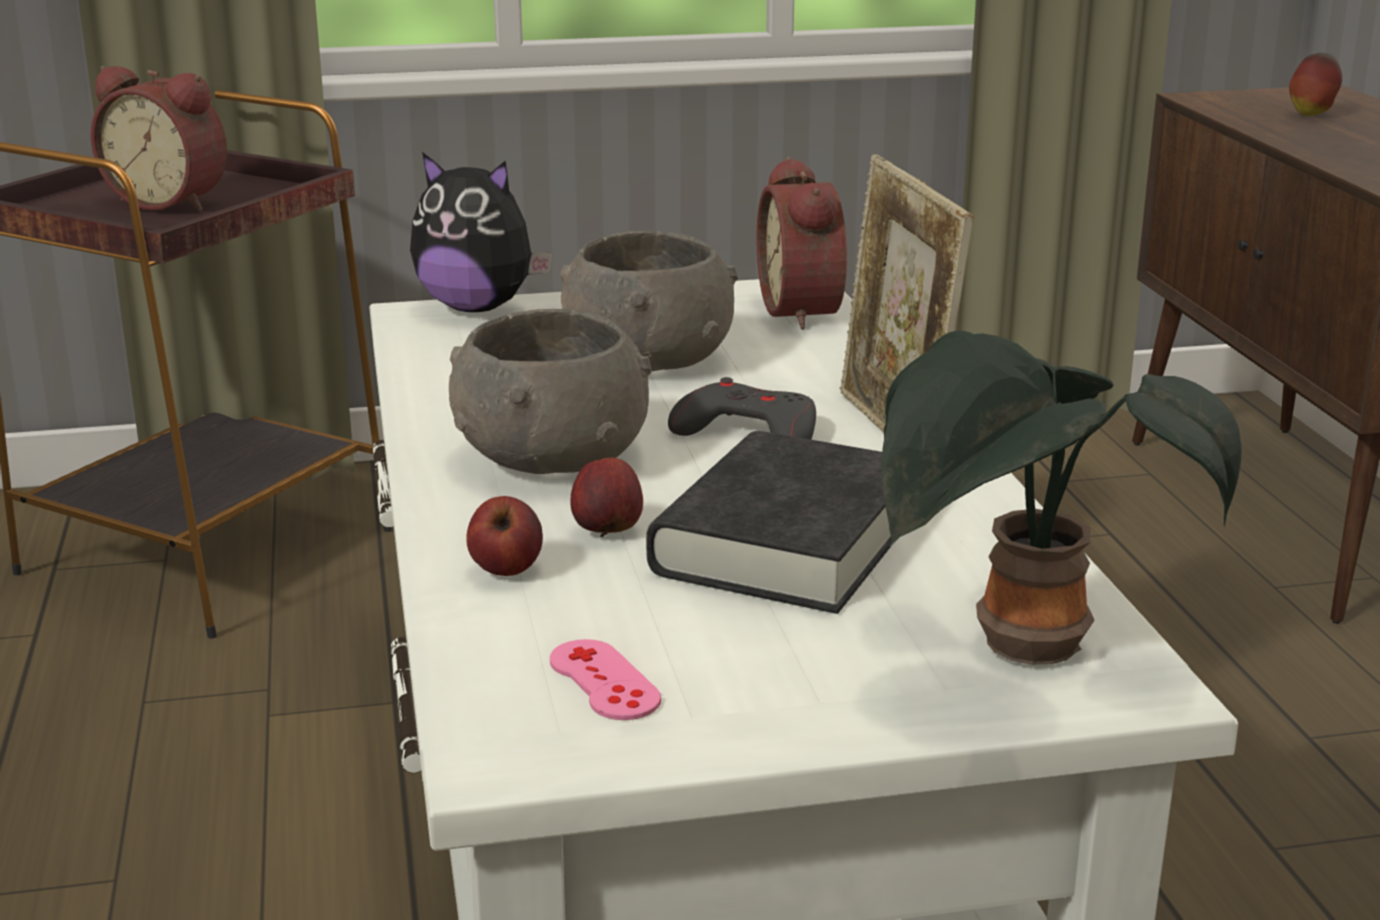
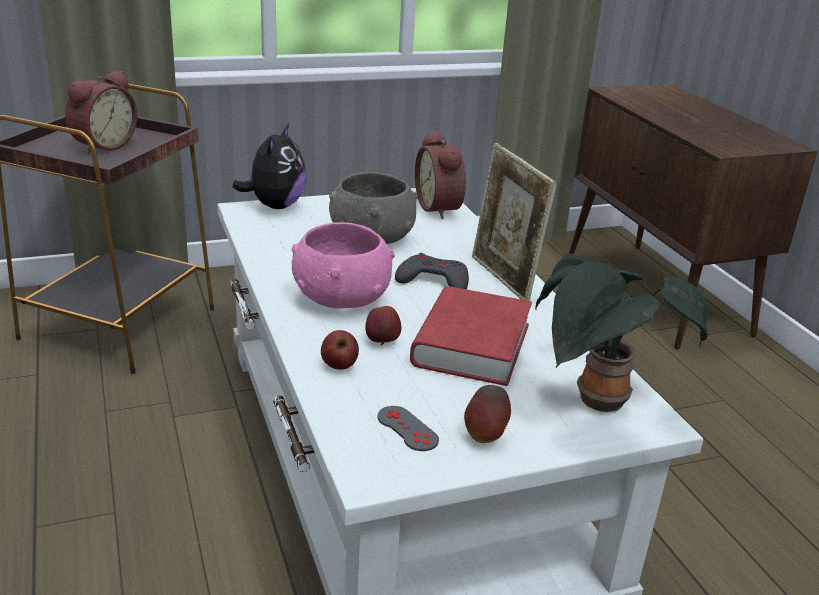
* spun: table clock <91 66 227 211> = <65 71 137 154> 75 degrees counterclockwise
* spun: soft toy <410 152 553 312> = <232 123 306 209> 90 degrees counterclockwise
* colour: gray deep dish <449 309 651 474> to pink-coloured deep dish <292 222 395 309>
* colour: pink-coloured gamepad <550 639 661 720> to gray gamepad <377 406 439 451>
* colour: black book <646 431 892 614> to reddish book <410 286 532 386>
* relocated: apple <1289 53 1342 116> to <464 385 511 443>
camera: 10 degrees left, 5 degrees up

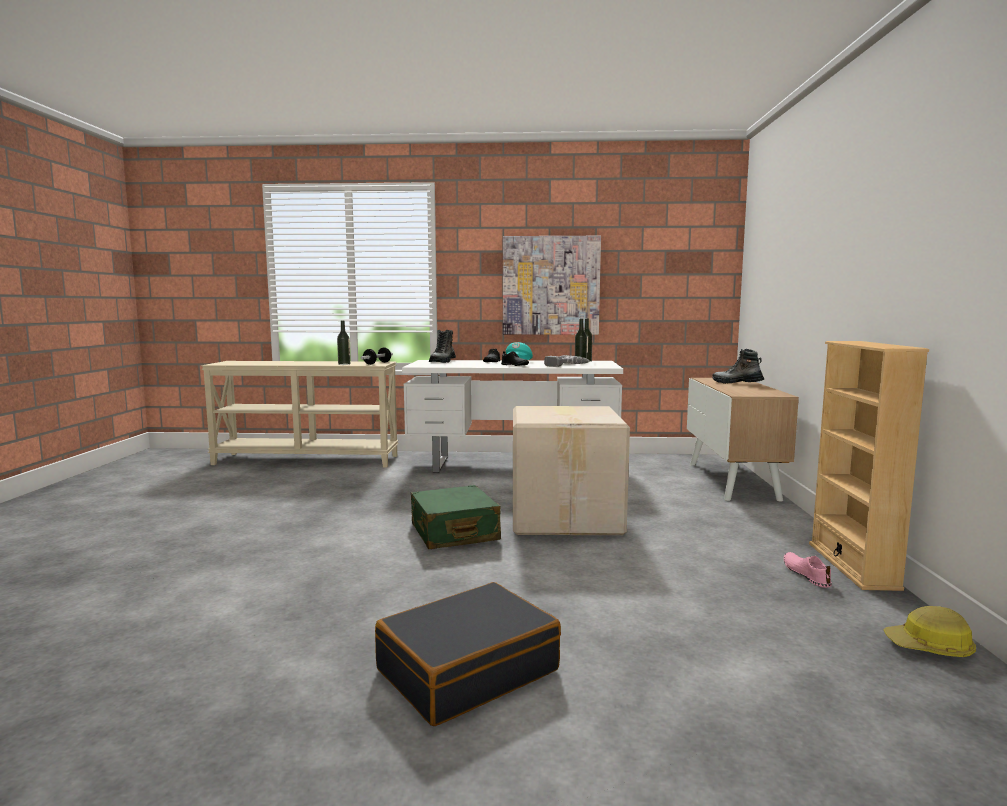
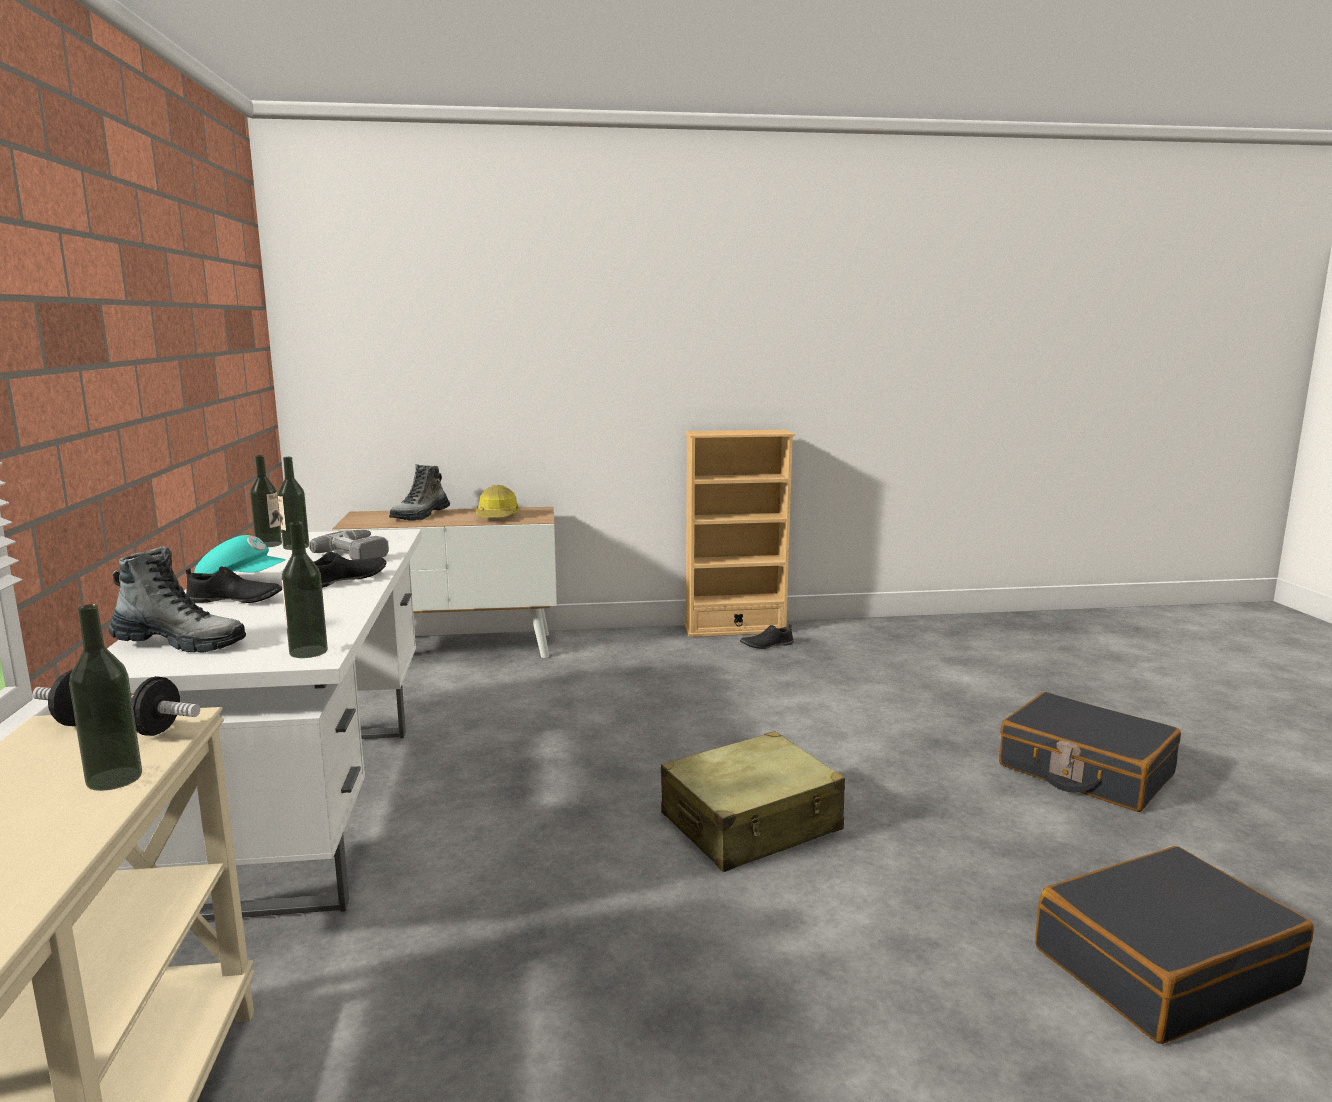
* appeared: drink bottle <281 522 328 658>
* relocated: hard hat <883 606 976 657> to <476 485 520 518>
* colour: greenish travel case <411 485 501 549> to beige travel case <661 731 845 872>
* colour: pink-coloured shoe <784 552 832 588> to black shoe <740 624 794 649>
* appeared: black travel case <1035 846 1314 1044>
* missing: wall art <503 236 601 335>
* missing: cardboard box <513 406 630 535>
camera: 100 degrees left, 5 degrees up

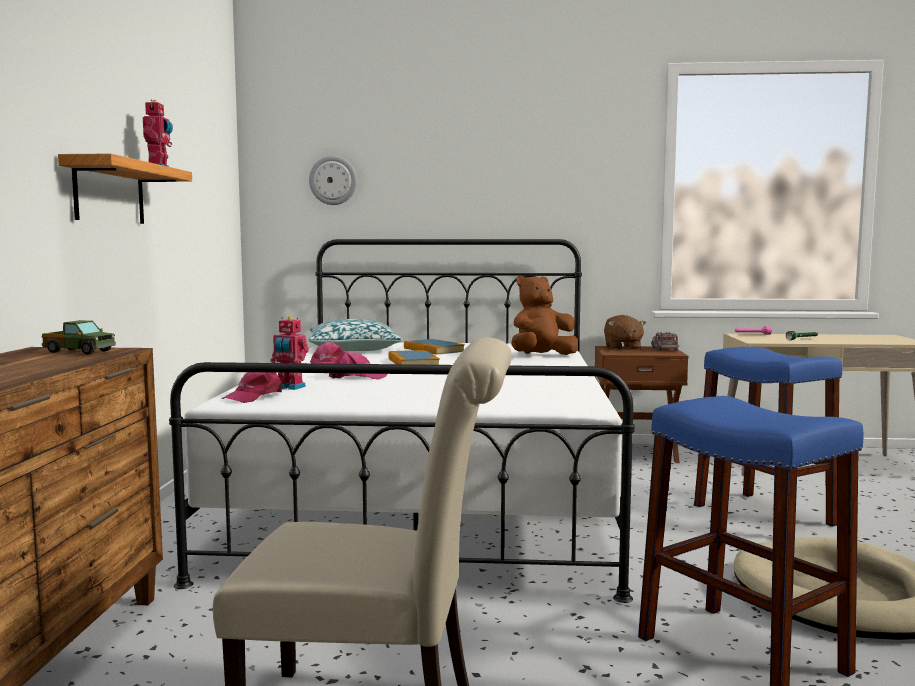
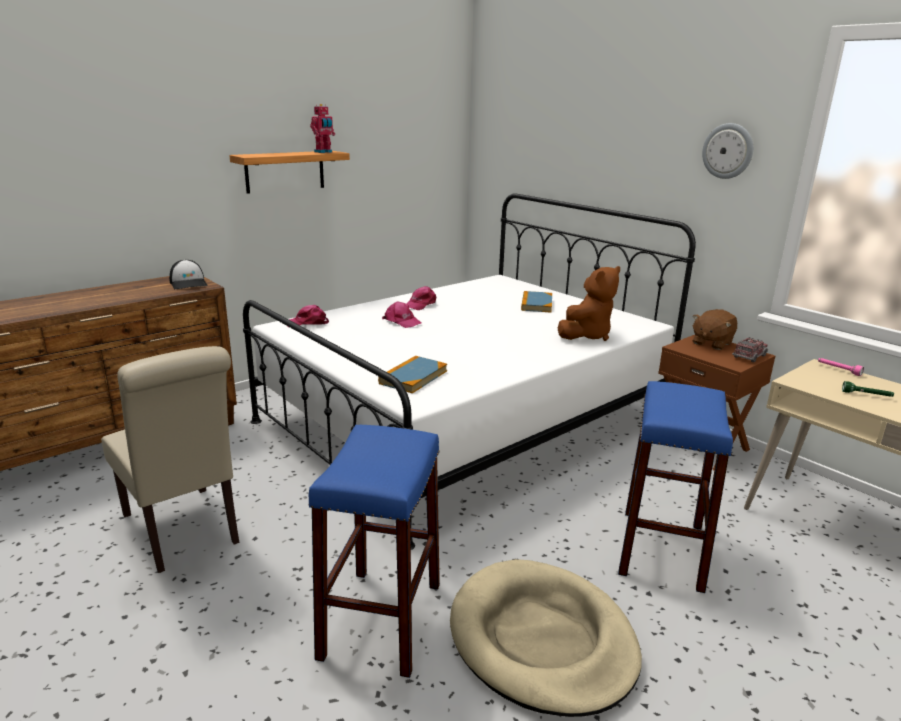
* exchanged: toy truck <42 320 116 355> to cap <169 259 208 289>
* relocated: book <388 350 440 365> to <378 356 447 393>
* spun: brown-coloured soft toy <511 275 578 355> = <558 266 620 341> 120 degrees clockwise
* relocated: clock on the wall <309 156 357 205> to <702 123 753 179>
* missing: model robot <270 316 309 390>
* missing: pillow <309 319 402 351>
camera: 45 degrees right, 15 degrees up

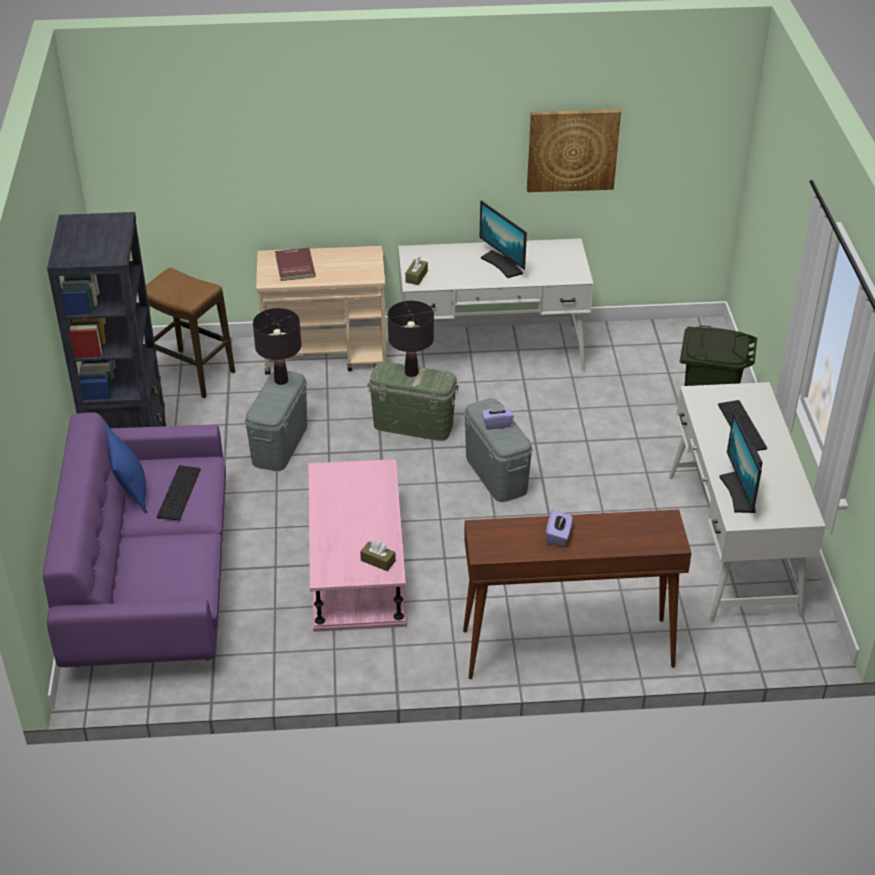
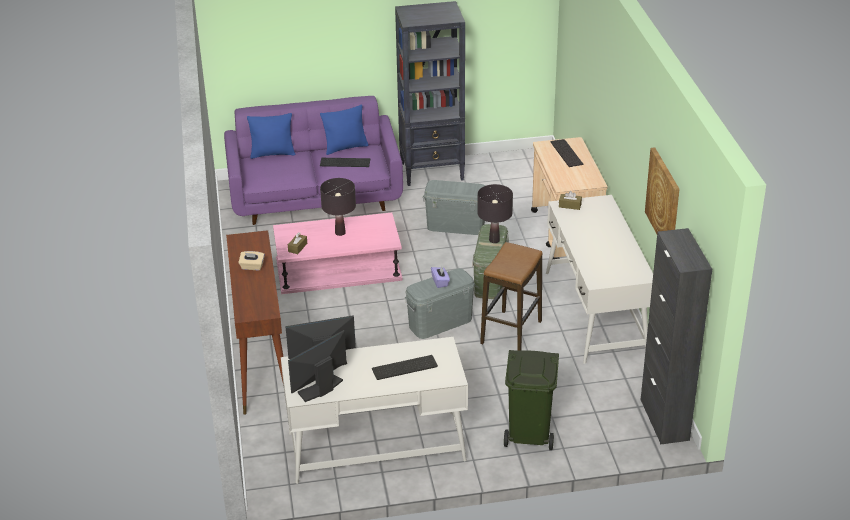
* colour: purplish tissue holder <546 510 572 546> to beige tissue holder <238 251 265 270>
* appeared: blue-coloured pillow <247 113 295 159>
* relocated: monitor <479 200 527 278> to <288 330 347 402>
* relocated: black table lamp <253 308 301 385> to <320 178 356 236>
* relocated: stool seat <144 267 235 399> to <480 242 542 350>
* exchanged: reddish book <275 248 316 281> to keyboard <550 139 583 167>
* appeared: black cabinet <641 228 712 445>
camera: 85 degrees right, 5 degrees down

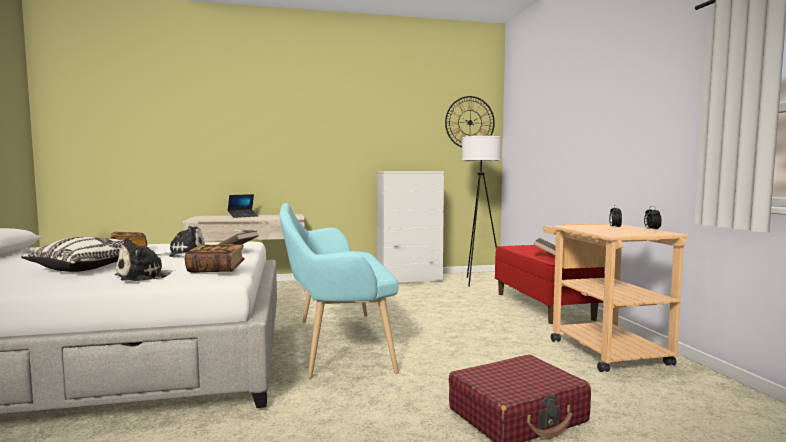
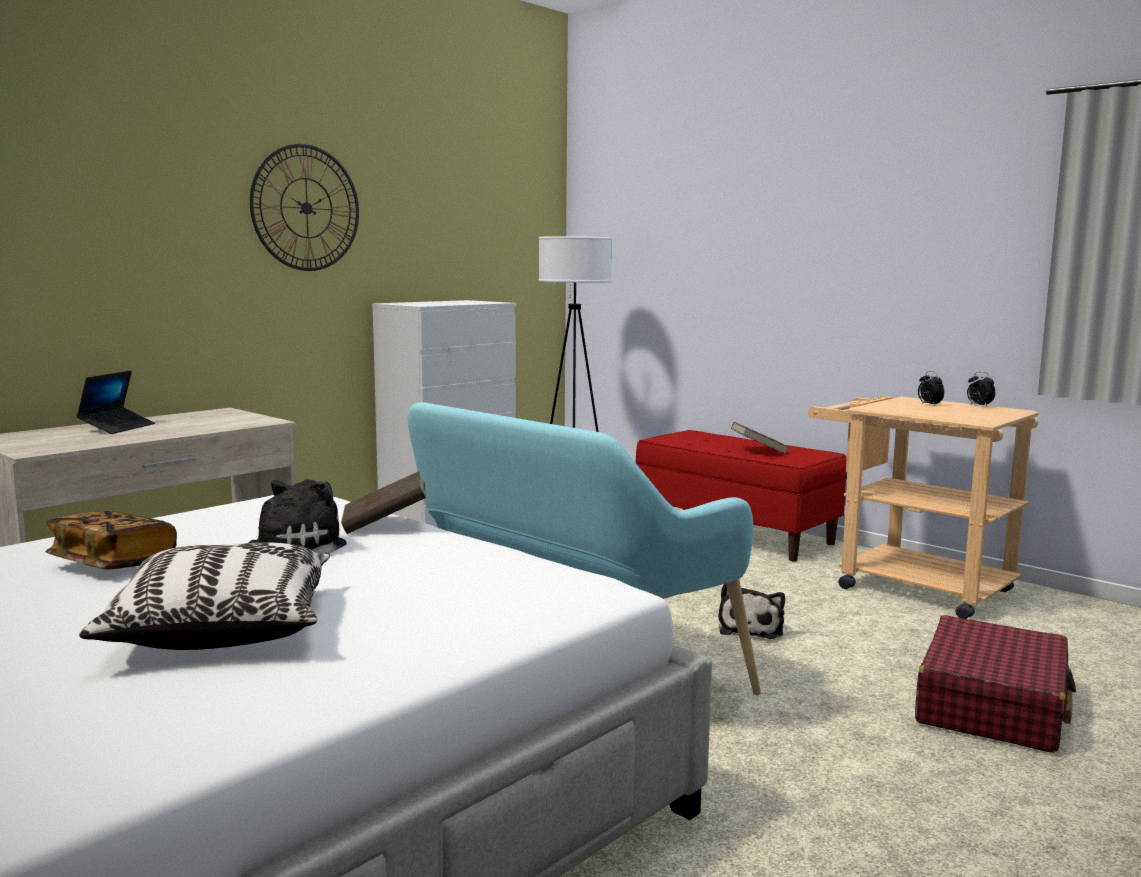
* relocated: clock on the wall <445 96 495 148> to <250 144 359 271>
* relocated: soft toy <115 237 176 281> to <718 583 785 639>
* missing: book <185 244 245 273>
camera: 35 degrees left, 5 degrees up

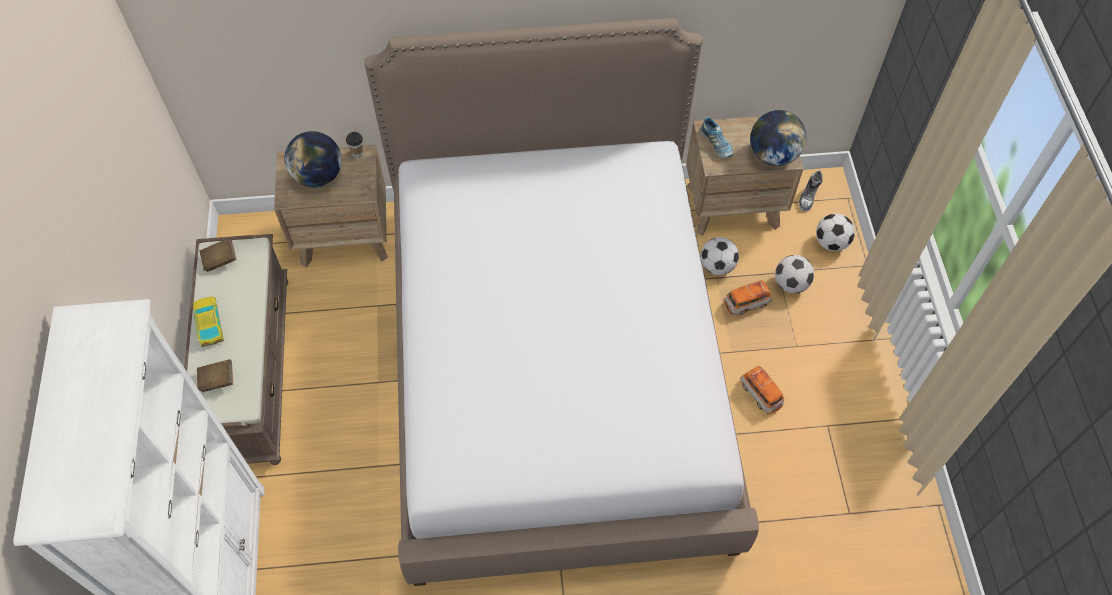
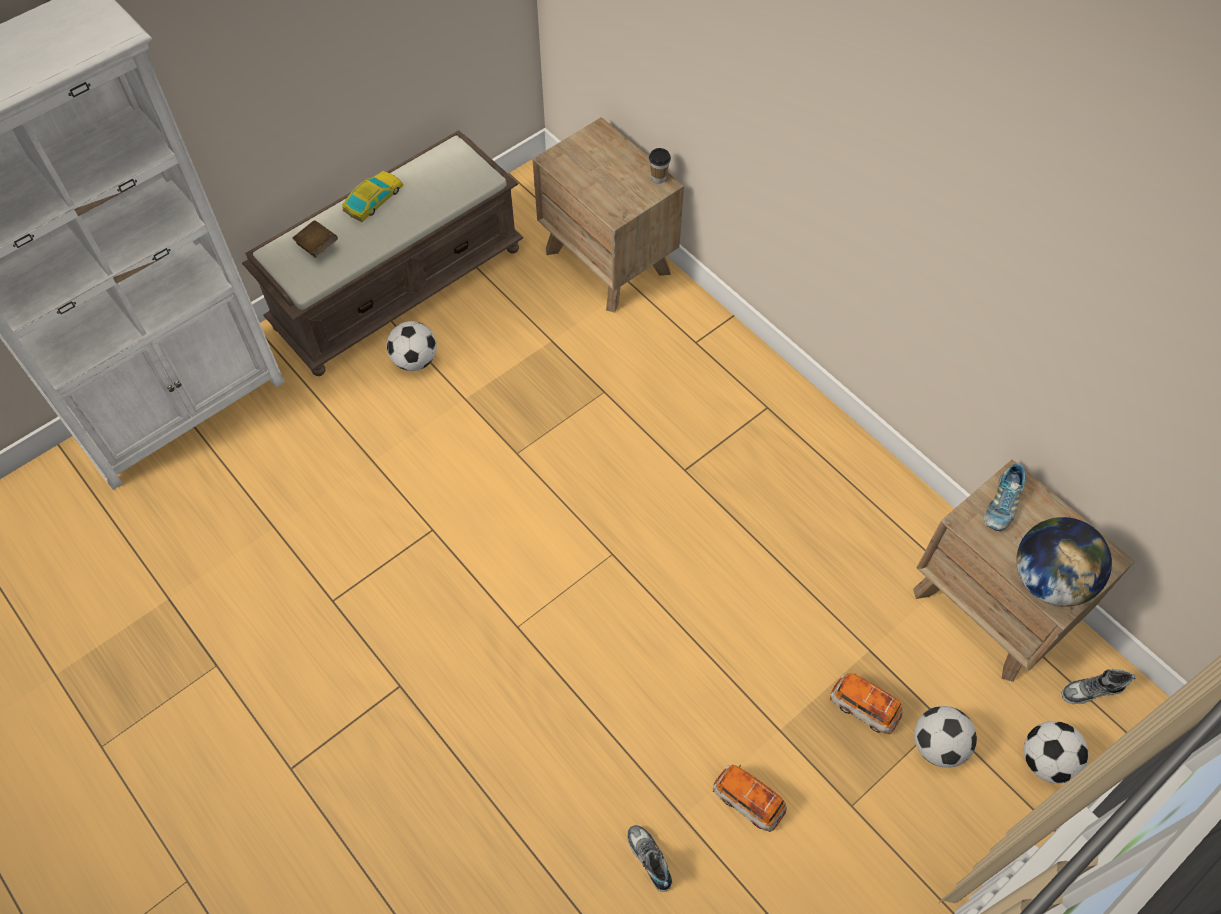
* relocated: football ball <701 237 739 275> to <387 321 437 371>
* appeared: shoe <627 825 672 892>
* spun: toy car <740 366 784 414> = <713 764 787 832> 105 degrees clockwise
* missing: brown-coloured book <199 238 236 272>
* missing: desk globe <284 131 342 187>
* missing: sleeping bed <364 18 759 586>
camera: 55 degrees right, 0 degrees up

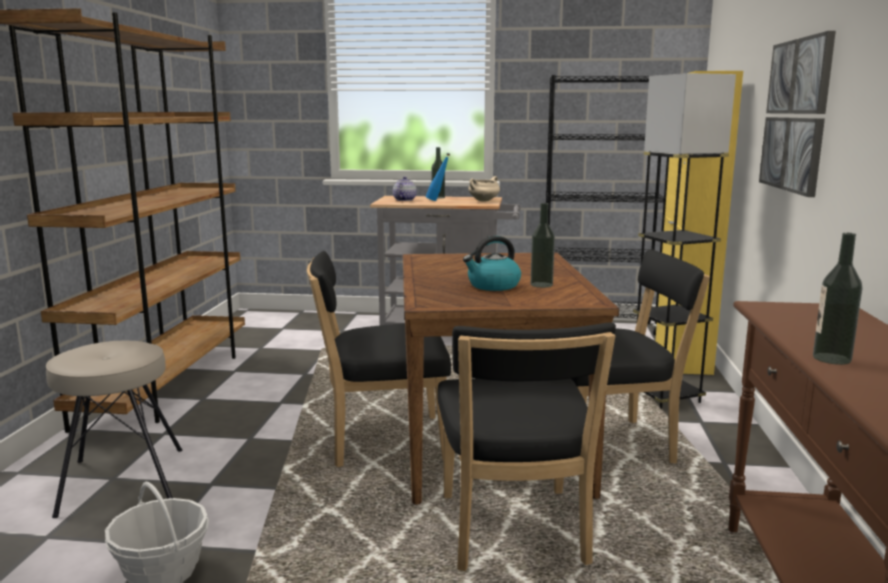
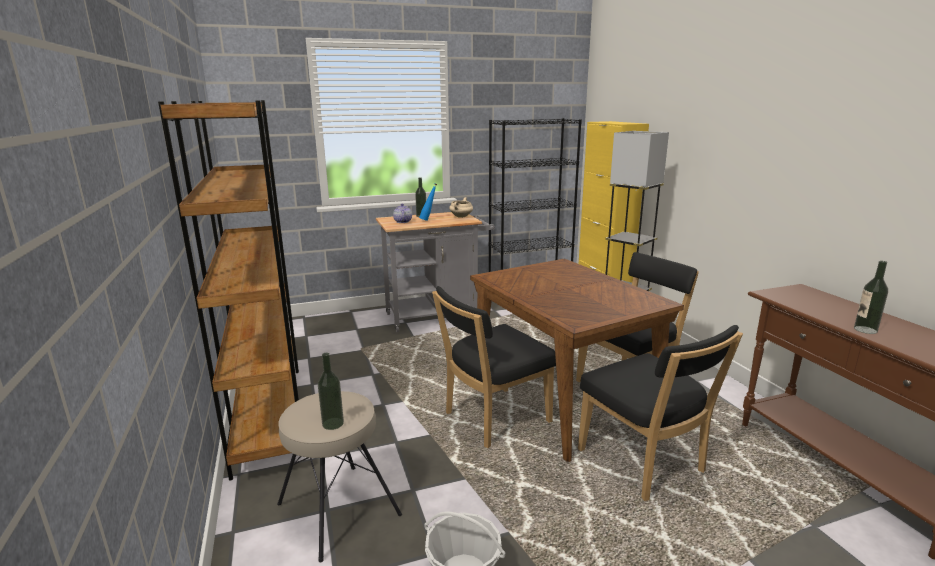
* relocated: drink bottle <530 203 555 288> to <318 353 344 430>
* missing: tea kettle <463 236 521 291>
* missing: wall art <759 31 836 197>
camera: 25 degrees left, 5 degrees up

